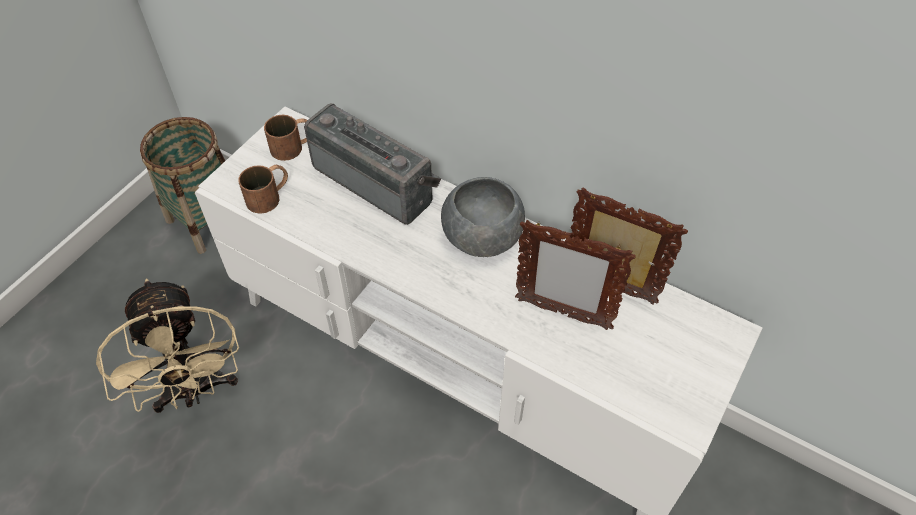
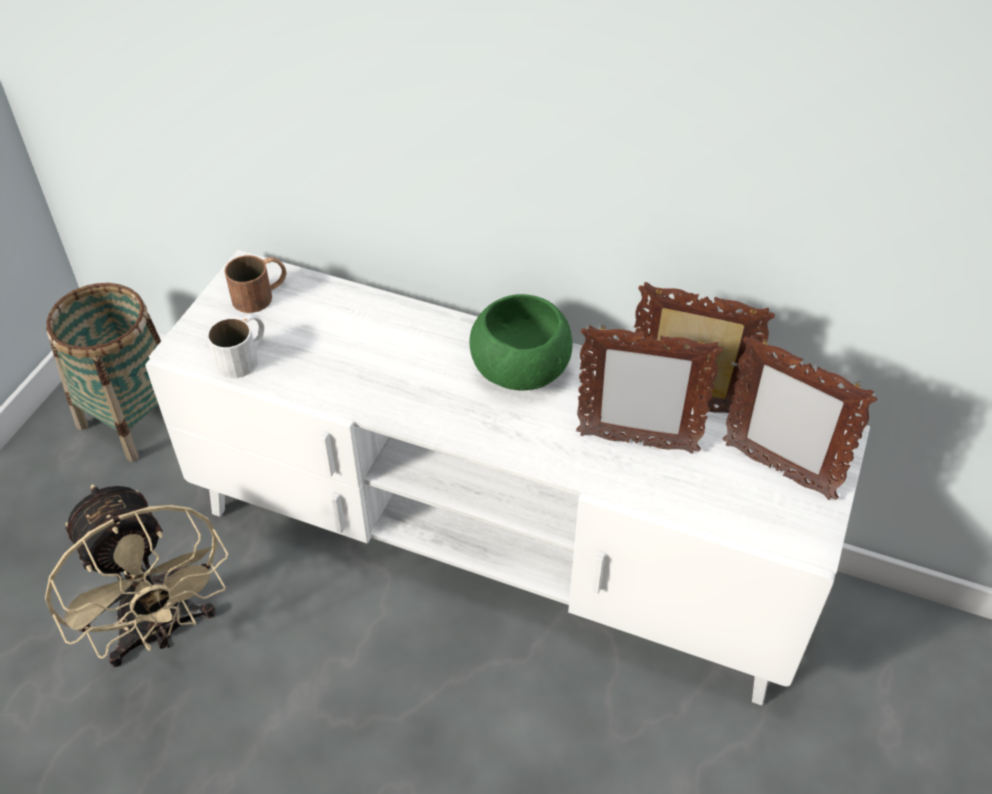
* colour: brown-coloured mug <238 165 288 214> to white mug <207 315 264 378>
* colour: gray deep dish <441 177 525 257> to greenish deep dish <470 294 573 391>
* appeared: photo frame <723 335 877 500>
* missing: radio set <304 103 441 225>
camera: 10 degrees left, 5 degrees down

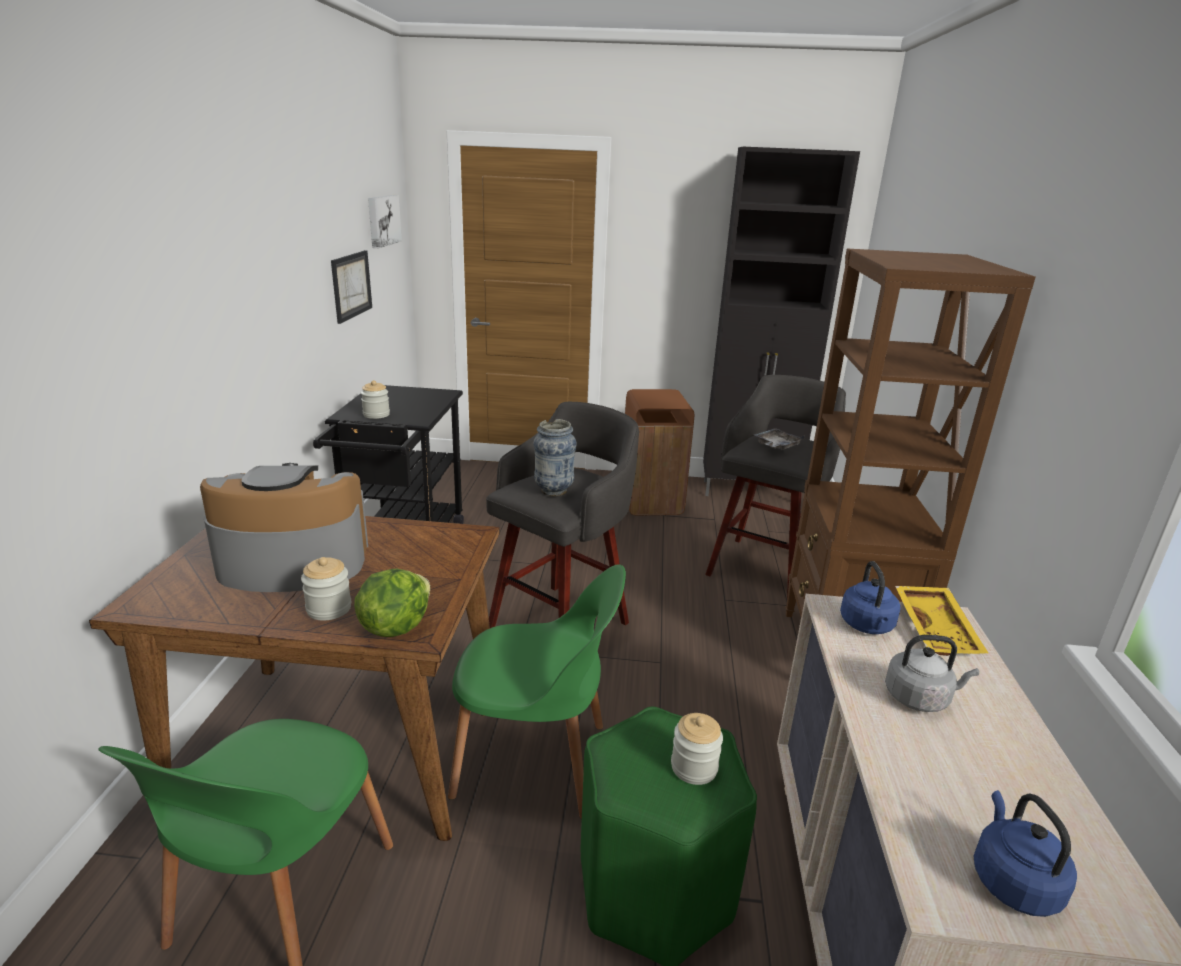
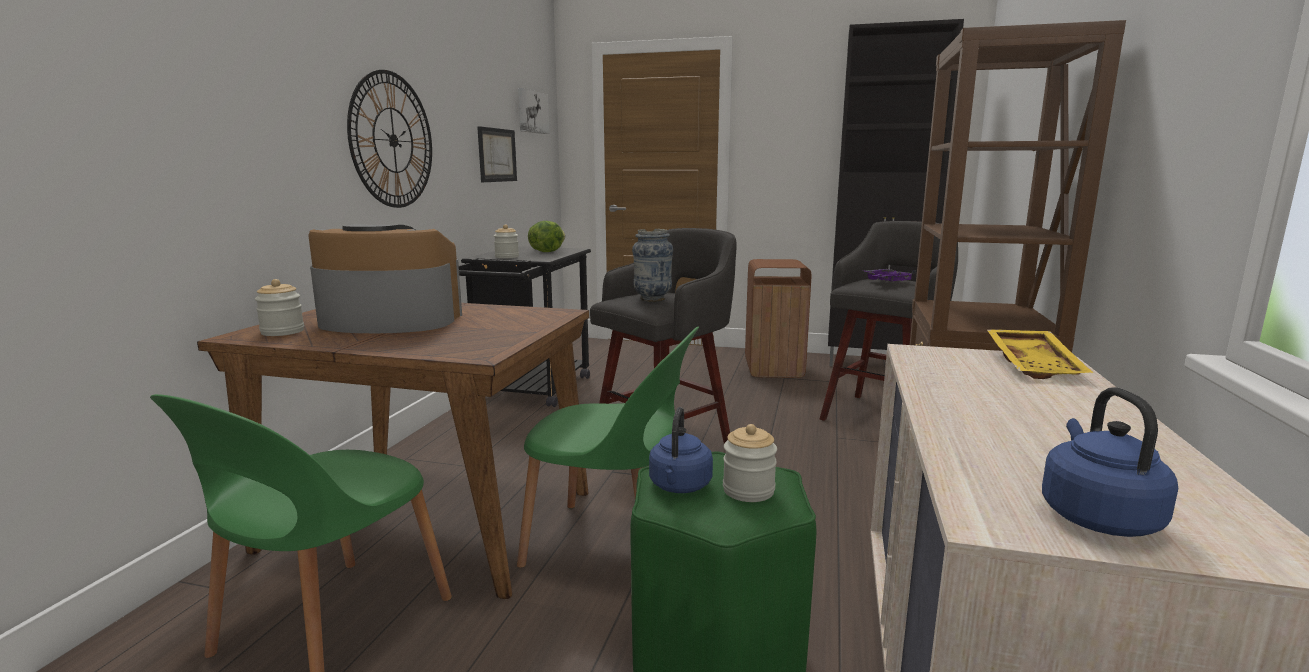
* relocated: preserve jar <301 557 351 621> to <255 279 304 336>
* appeared: clock on the wall <347 70 432 208>
* relocated: lettuce <354 569 430 637> to <528 221 565 252>
* relocated: blue-coloured tea kettle <840 561 901 634> to <649 407 713 493>
* colour: gray carrying tray <754 428 805 450> to purplish carrying tray <865 269 916 282>
* missing: gray tea kettle <885 635 979 712>
camera: 10 degrees right, 10 degrees down

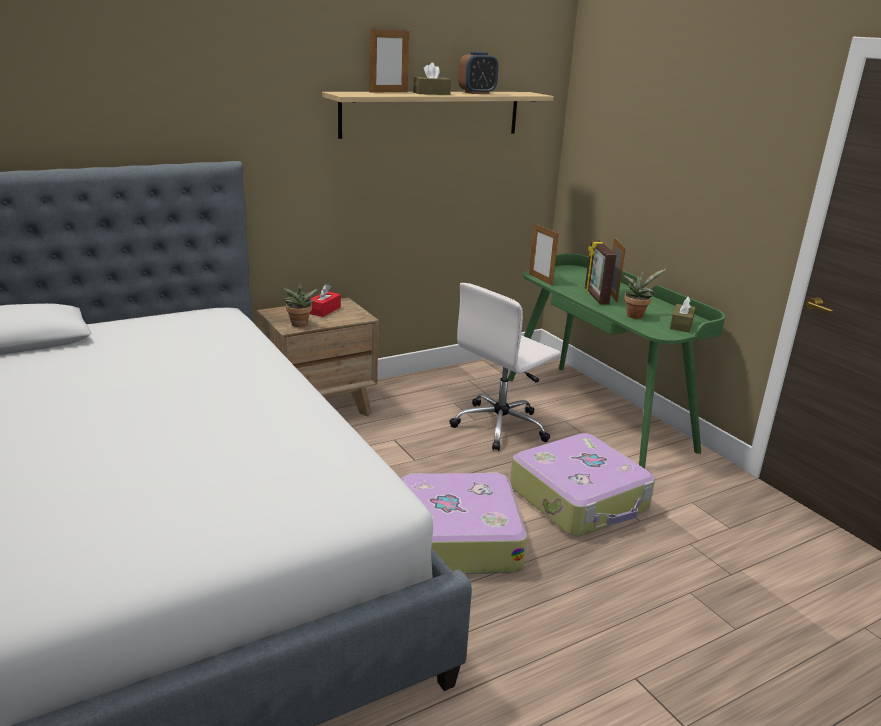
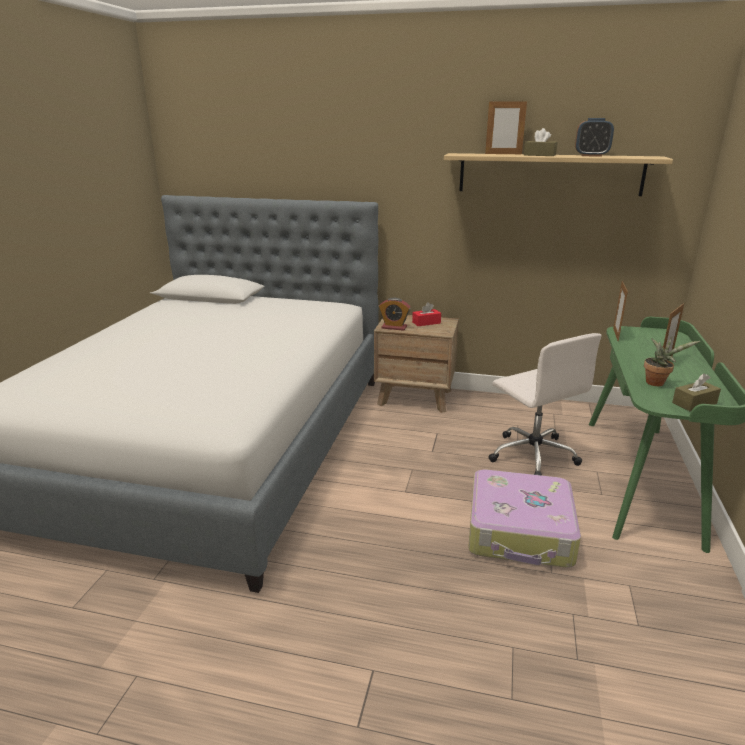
* exchanged: plant in a pot <282 282 319 327> to table clock <379 298 411 331>
* spun: white computer chair <449 283 561 451> = <488 333 602 476> 120 degrees counterclockwise
* missing: travel case <401 473 527 574>
* missing: photo frame <585 240 616 305>
camera: 45 degrees right, 0 degrees up

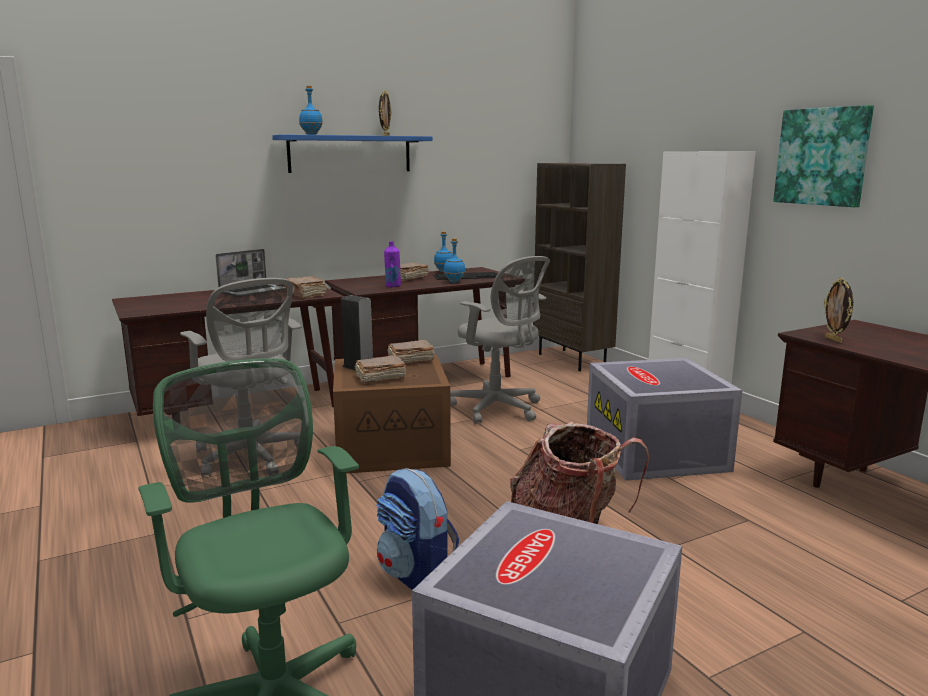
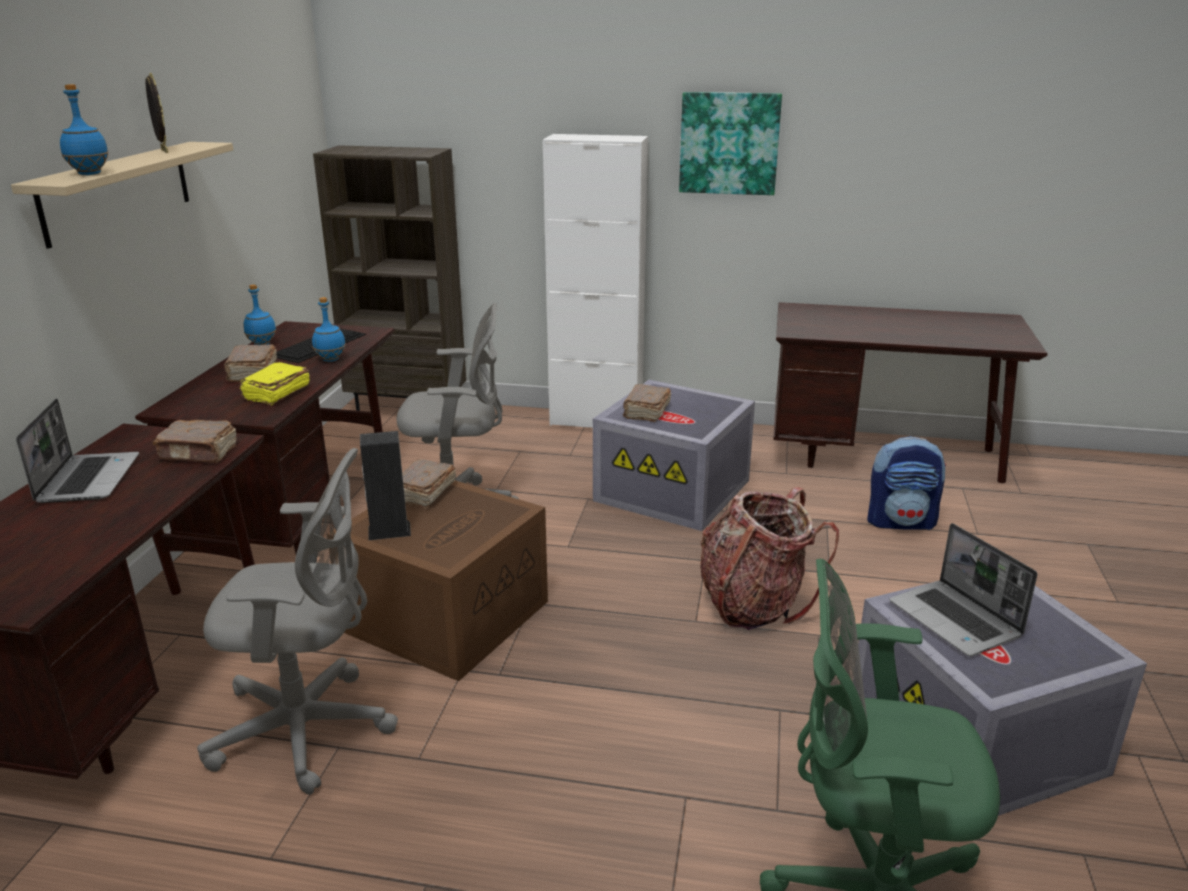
* colour: blue-coloured bracket shelf <272 134 433 173> to beige bracket shelf <11 142 233 249>
* exchanged: purplish drink bottle <384 241 401 287> to yellow book <240 362 310 405>
* relocated: brown-coloured book <355 355 406 384> to <623 384 671 422>
* relocated: backpack <376 468 459 590> to <867 436 946 530>
* appeared: portable computer <890 523 1037 656>
* missing: photo frame <824 278 853 343>
camera: 50 degrees left, 10 degrees up

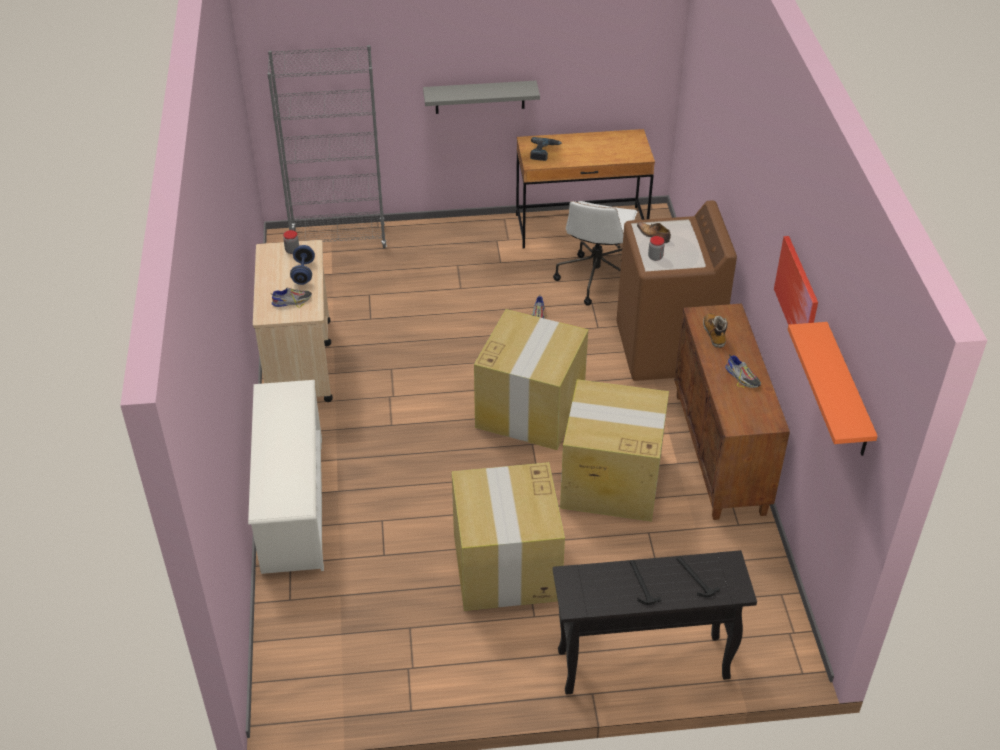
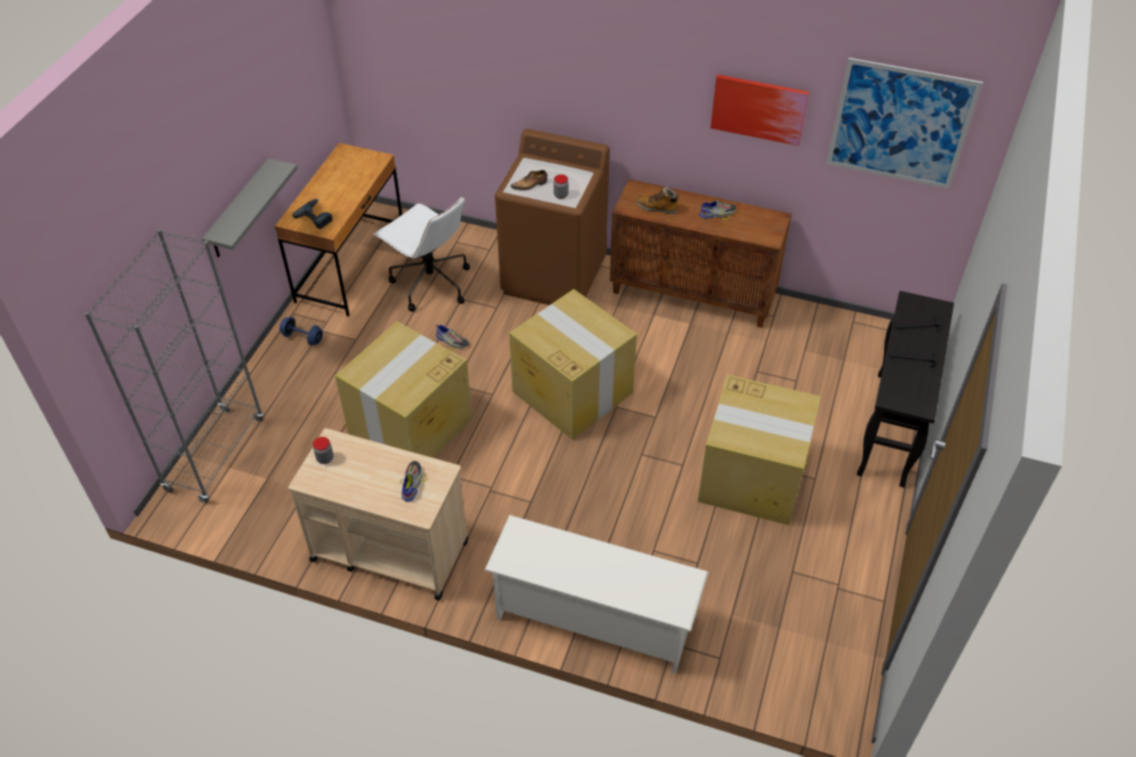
* relocated: blue-coloured free weight <290 245 315 285> to <280 317 323 345>
* relocated: cardboard box <560 379 669 522> to <335 321 472 458>
* exchanged: orange-coloured bracket shelf <788 322 878 456> to wall art <826 58 983 189>
camera: 65 degrees left, 5 degrees up

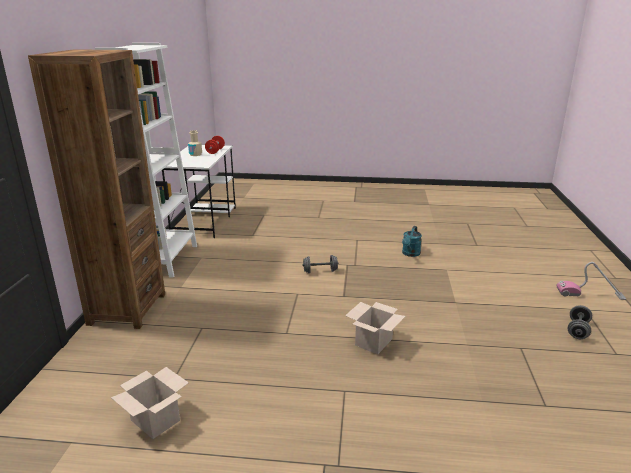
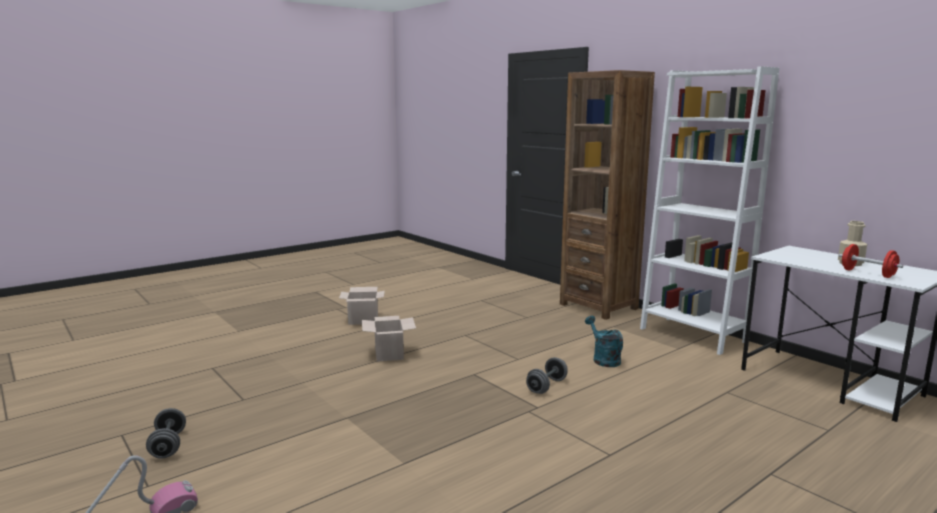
* relocated: cardboard box <111 367 189 439> to <339 287 385 325>
* relocated: turquoise watering can <402 226 422 257> to <585 316 623 367>
camera: 135 degrees right, 10 degrees down

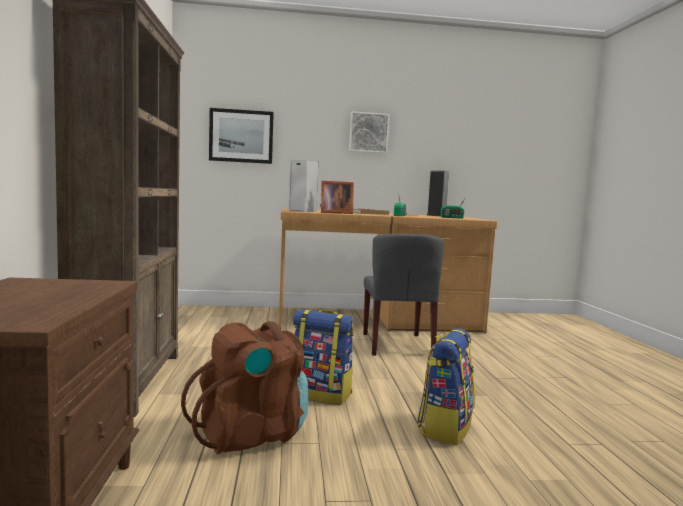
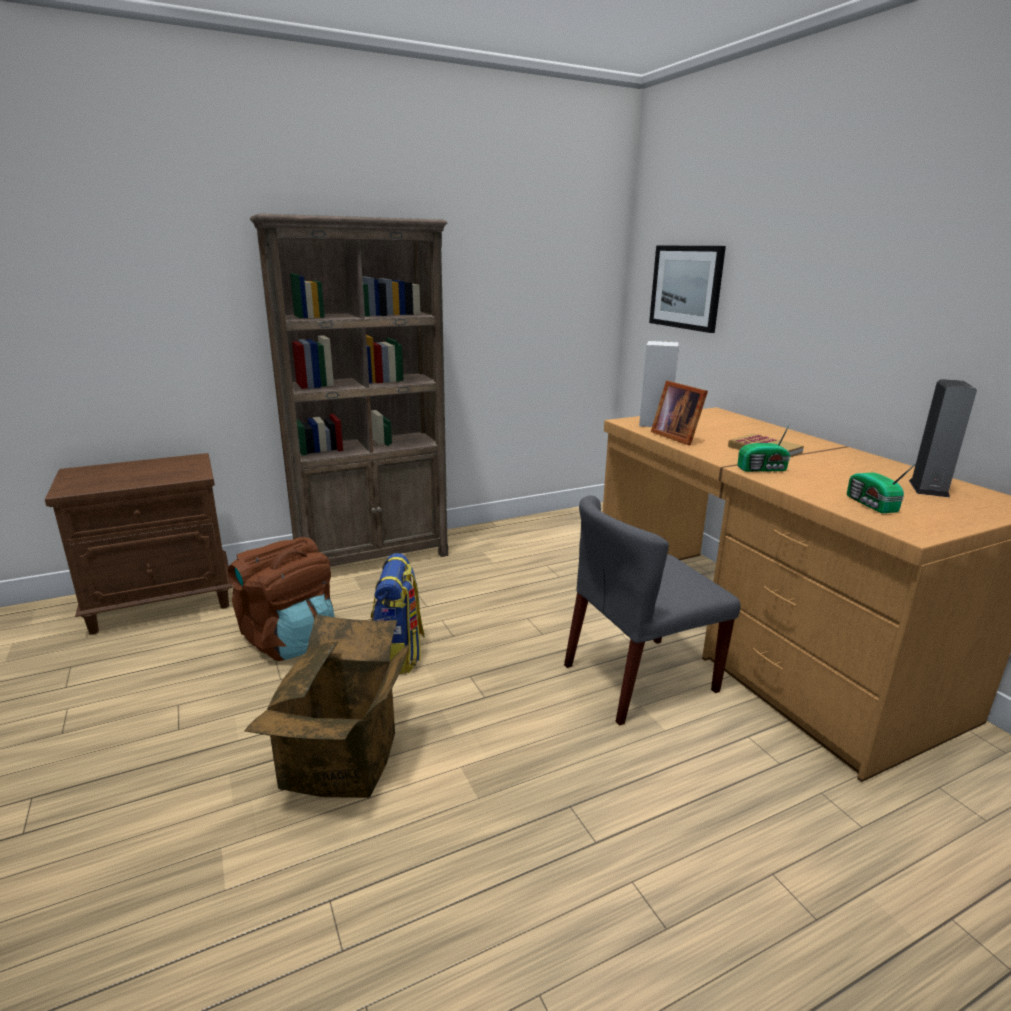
* exchanged: backpack <417 328 475 445> to cardboard box <244 614 409 798>
* missing: wall art <349 111 390 153>
camera: 70 degrees right, 15 degrees up

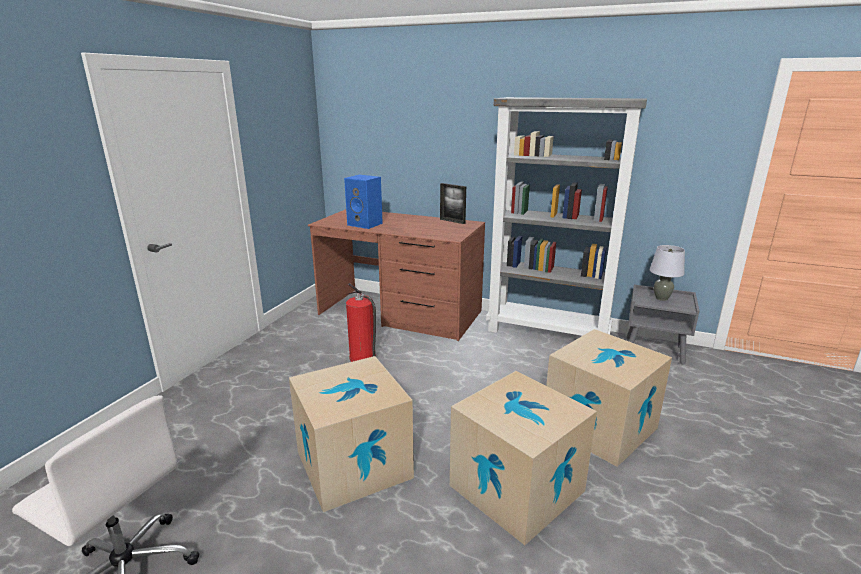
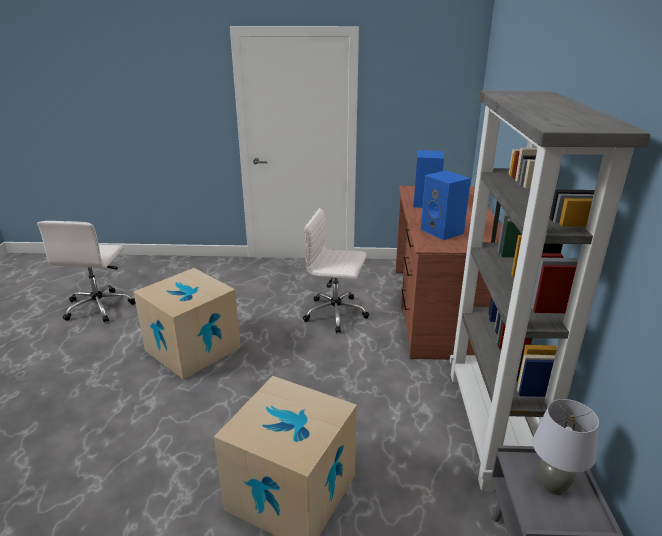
* exchanged: extinguisher <346 283 376 362> to white computer chair <303 208 369 333>
* appeared: blue-coloured loudspeaker <421 170 471 240>
* missing: cardboard box <450 371 597 545>
camera: 70 degrees right, 5 degrees up

